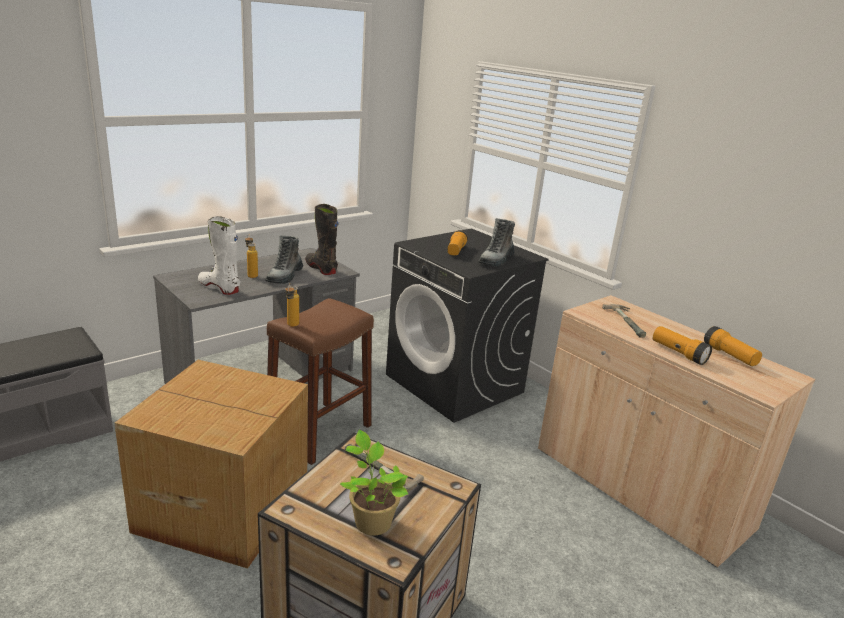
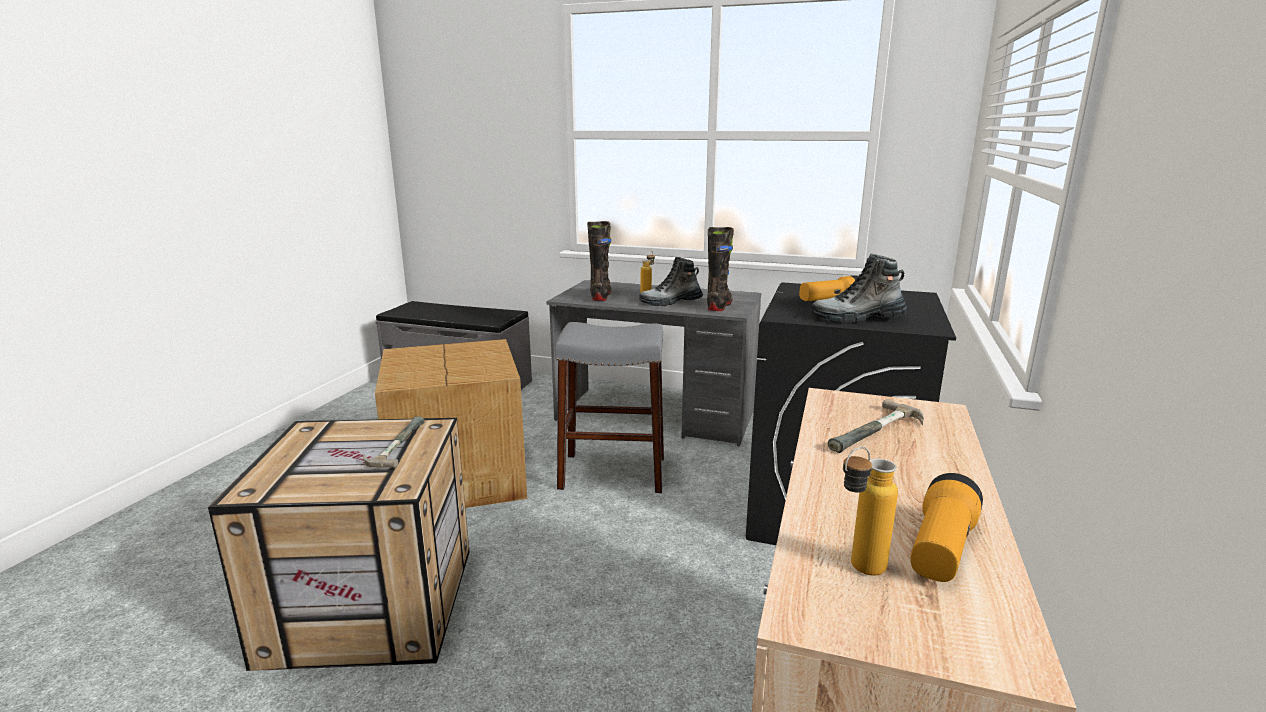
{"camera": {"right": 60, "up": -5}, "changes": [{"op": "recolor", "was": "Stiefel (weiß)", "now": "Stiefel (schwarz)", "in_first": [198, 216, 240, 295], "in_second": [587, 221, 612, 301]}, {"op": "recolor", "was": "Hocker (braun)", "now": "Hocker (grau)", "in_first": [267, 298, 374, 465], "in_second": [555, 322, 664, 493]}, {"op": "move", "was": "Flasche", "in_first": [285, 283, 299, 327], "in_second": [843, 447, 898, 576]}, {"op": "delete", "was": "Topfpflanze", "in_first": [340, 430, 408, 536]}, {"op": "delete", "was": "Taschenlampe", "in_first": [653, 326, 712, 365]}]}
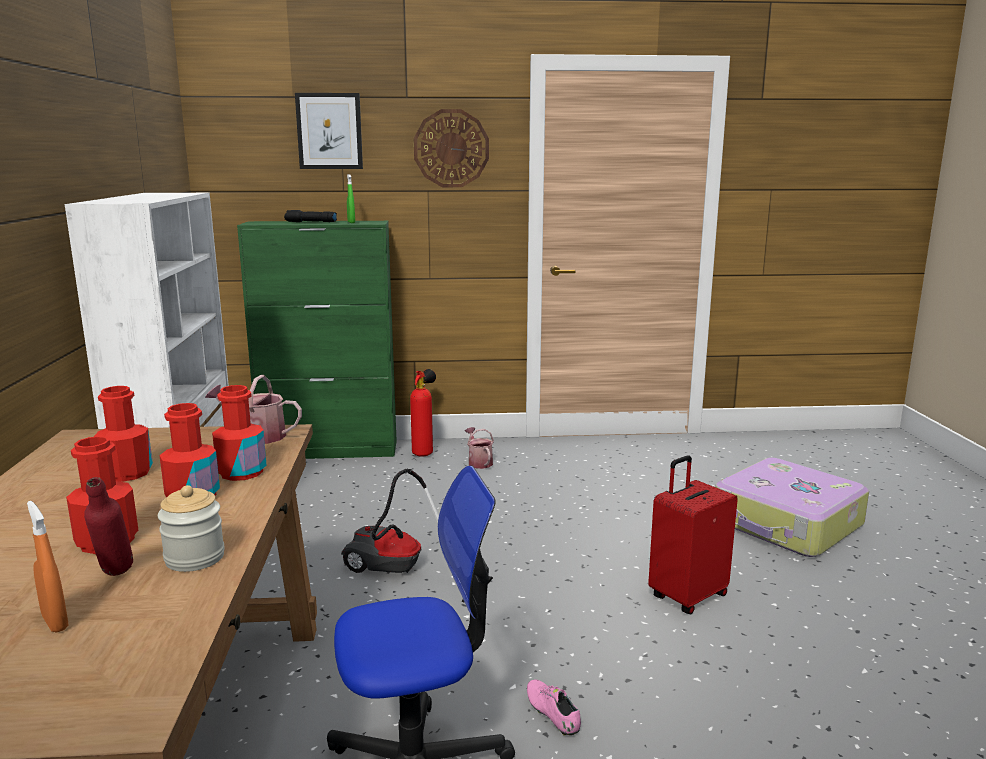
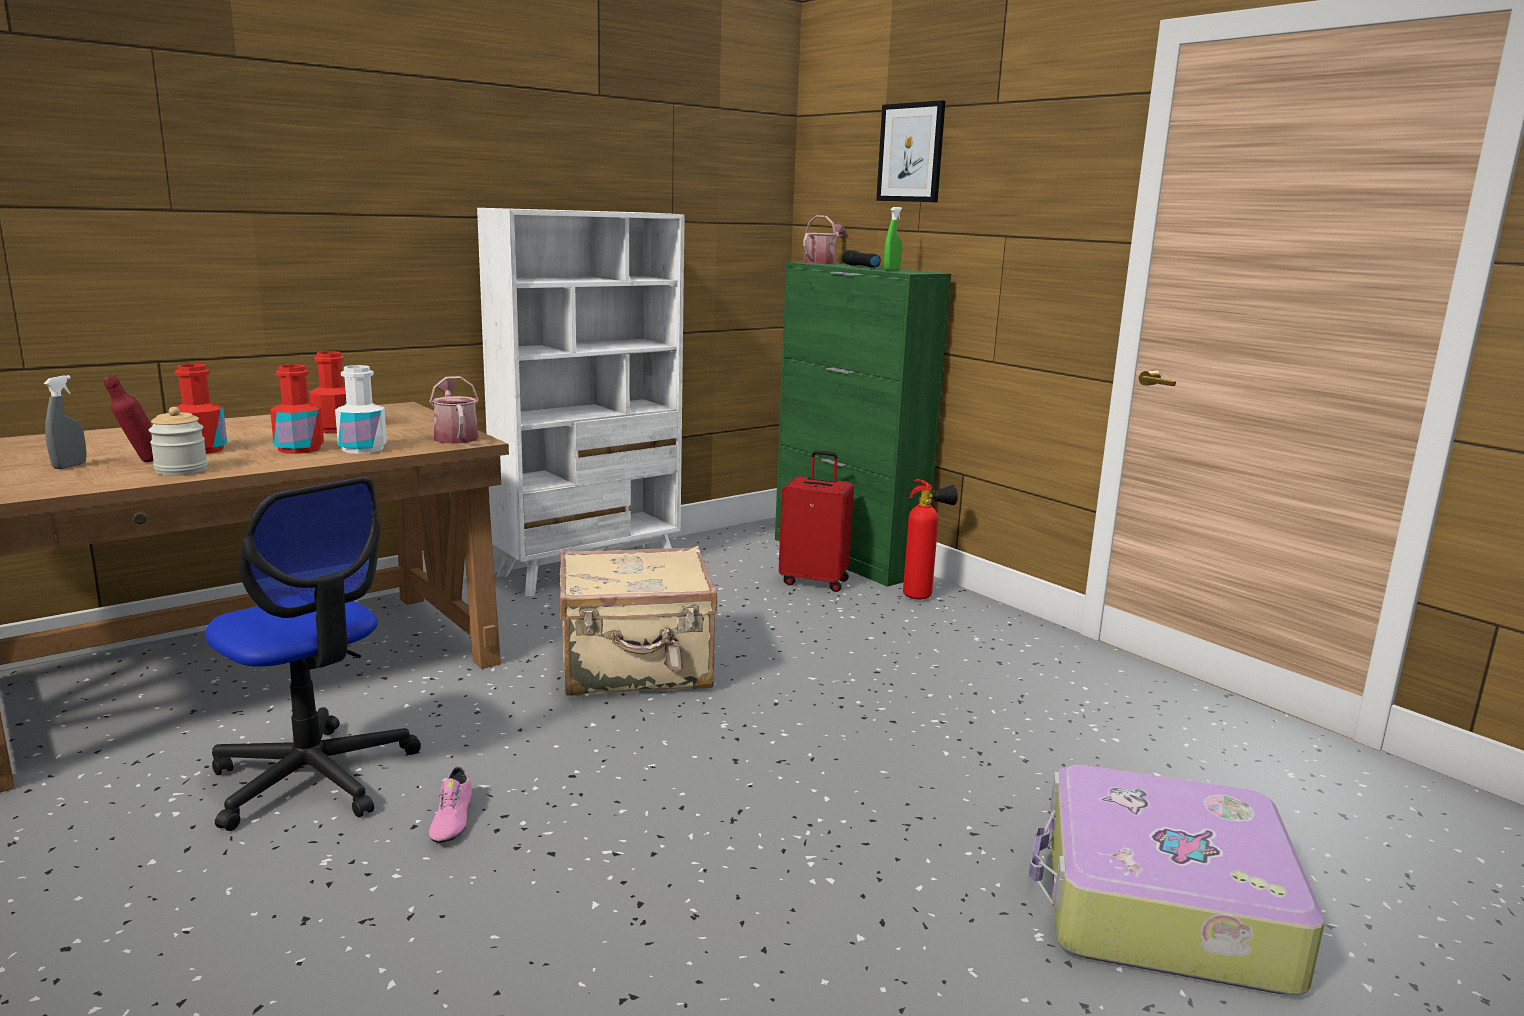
{"camera": {"right": 55, "up": 0}, "changes": [{"op": "recolor", "was": "Sprühflasche (orange)", "now": "Sprühflasche (grau)", "in_first": [27, 501, 69, 633], "in_second": [44, 375, 87, 469]}, {"op": "recolor", "was": "Flasche (rot)", "now": "Flasche (weiß)", "in_first": [212, 385, 266, 481], "in_second": [335, 365, 387, 454]}, {"op": "replace", "was": "Staubsauger", "now": "Koffer (beige)", "in_first": [341, 468, 493, 603], "in_second": [559, 546, 717, 696]}, {"op": "delete", "was": "Wanduhr", "in_first": [414, 109, 489, 187]}, {"op": "move", "was": "Gießkanne", "in_first": [465, 427, 494, 469], "in_second": [803, 215, 846, 264]}, {"op": "rotate", "was": "Schuh (rosa)", "in_first": [527, 680, 581, 736], "in_second": [429, 766, 472, 843], "clockwise": 150}, {"op": "move", "was": "Koffer (rot)", "in_first": [648, 455, 738, 614], "in_second": [779, 450, 854, 592]}]}
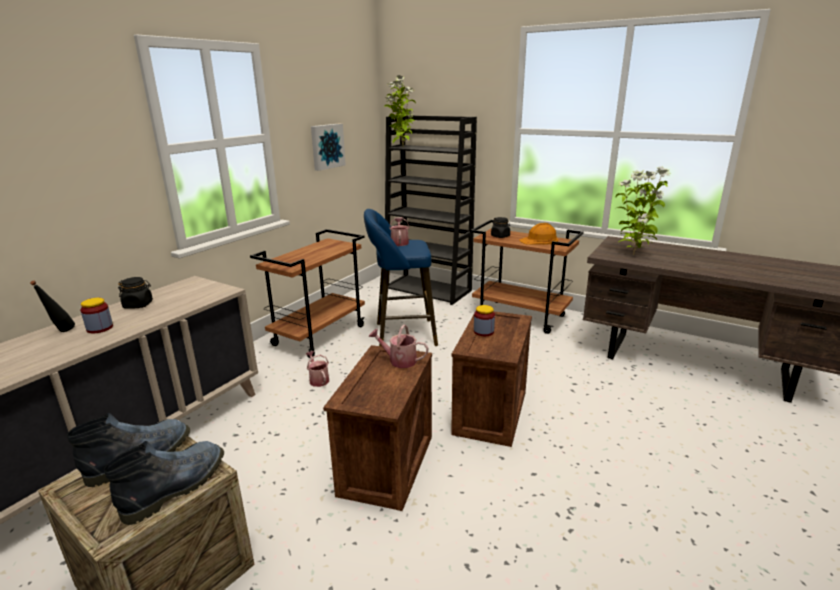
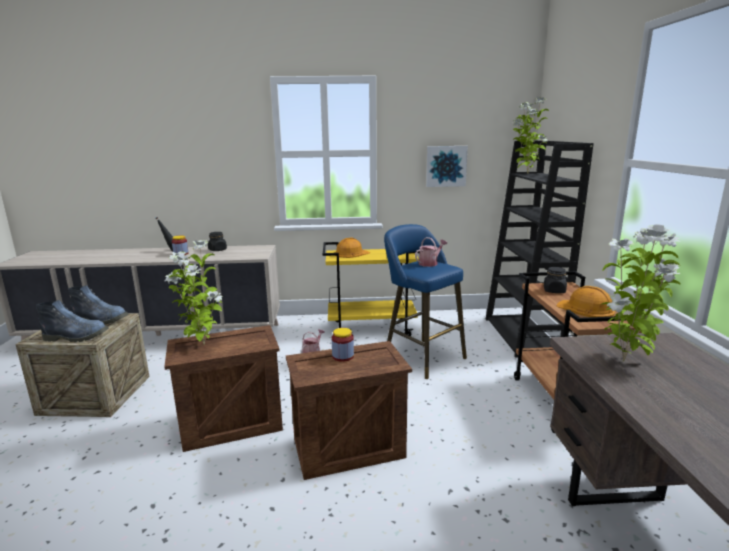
{"camera": {"right": 55, "up": -5}, "changes": [{"op": "recolor", "was": "Rollwagen (braun)", "now": "Rollwagen (gelb)", "in_first": [250, 229, 365, 358], "in_second": [323, 242, 420, 336]}, {"op": "delete", "was": "Gießkanne", "in_first": [369, 325, 429, 368]}, {"op": "insert", "now": "Topfpflanze", "in_second": [165, 240, 223, 345]}, {"op": "insert", "now": "Schutzhelm (orange)", "in_second": [335, 237, 370, 258]}]}
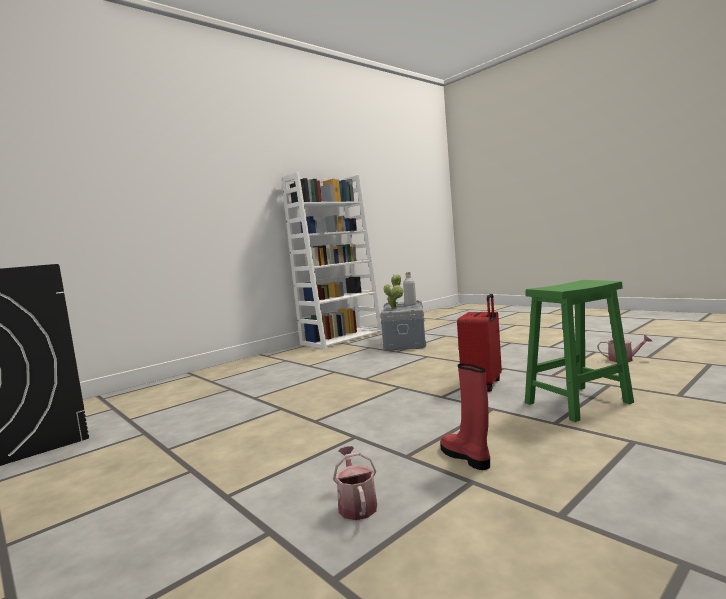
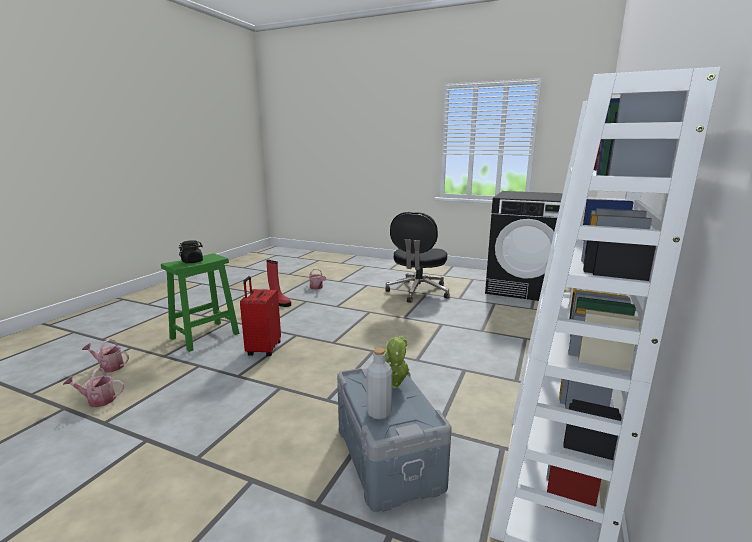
{"camera": {"right": 155, "up": 10}, "changes": [{"op": "insert", "now": "Gießkanne", "in_second": [82, 339, 129, 373]}, {"op": "insert", "now": "Vorratsglas (schwarz)", "in_second": [179, 240, 203, 263]}, {"op": "insert", "now": "Bürostuhl (schwarz)", "in_second": [385, 212, 450, 303]}]}
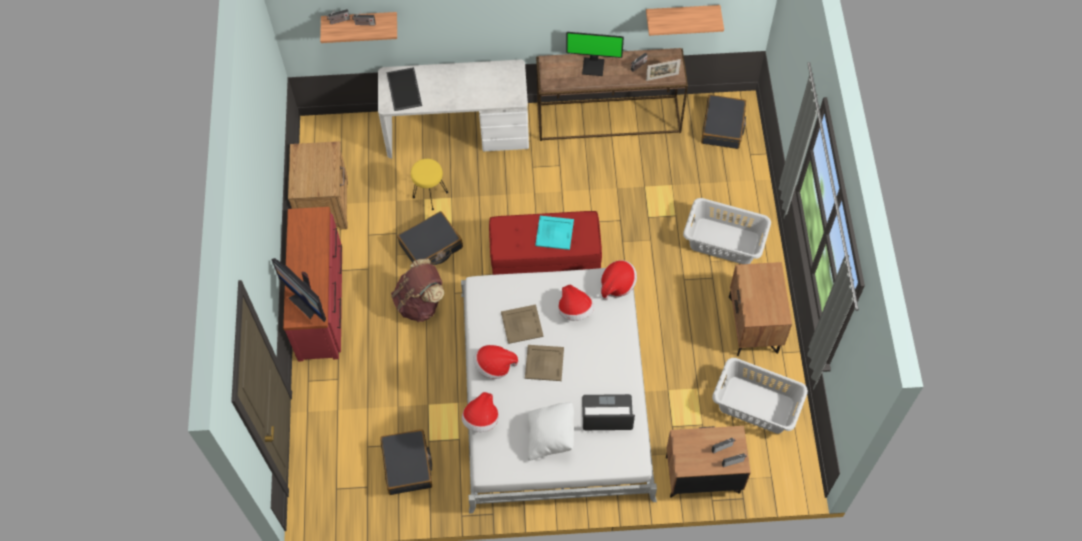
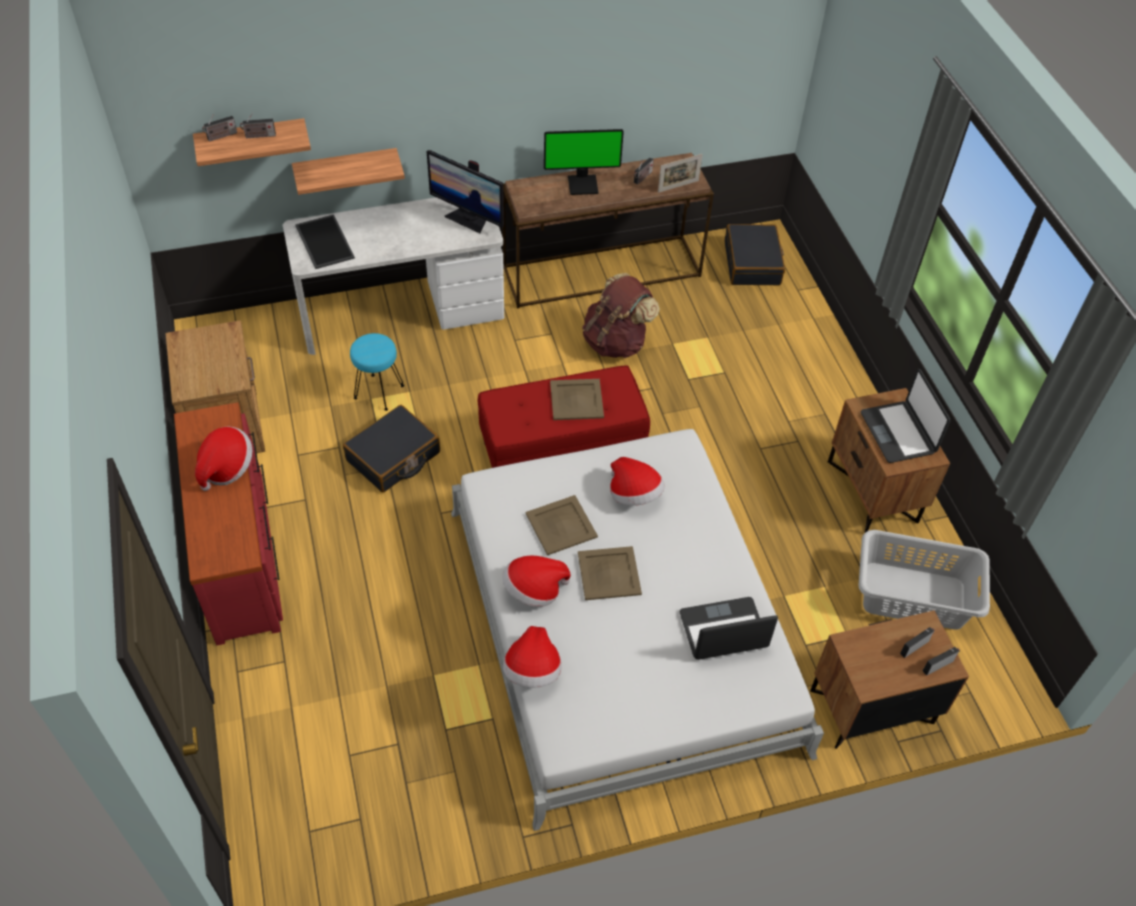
{"camera": {"right": -15, "up": -10}, "changes": [{"op": "move", "was": "Monitor", "in_first": [271, 258, 326, 322], "in_second": [427, 150, 504, 233]}, {"op": "delete", "was": "Koffer (schwarz)", "in_first": [380, 429, 432, 495]}, {"op": "move", "was": "Rucksack (braun)", "in_first": [391, 258, 444, 322], "in_second": [582, 273, 660, 358]}, {"op": "recolor", "was": "Hocker (gelb)", "now": "Hocker (türkis)", "in_first": [411, 159, 448, 210], "in_second": [350, 333, 404, 411]}, {"op": "delete", "was": "Kissen (weiß)", "in_first": [528, 403, 574, 460]}, {"op": "recolor", "was": "Tablett (türkis)", "now": "Tablett (beige)", "in_first": [535, 216, 574, 250], "in_second": [550, 379, 604, 420]}, {"op": "move", "was": "Hut", "in_first": [601, 260, 637, 300], "in_second": [195, 426, 252, 491]}, {"op": "move", "was": "Wandregal", "in_first": [646, 5, 724, 36], "in_second": [292, 148, 405, 195]}, {"op": "delete", "was": "Wäschekorb (grau)", "in_first": [683, 198, 771, 264]}, {"op": "insert", "now": "Laptop", "in_second": [861, 369, 950, 463]}]}
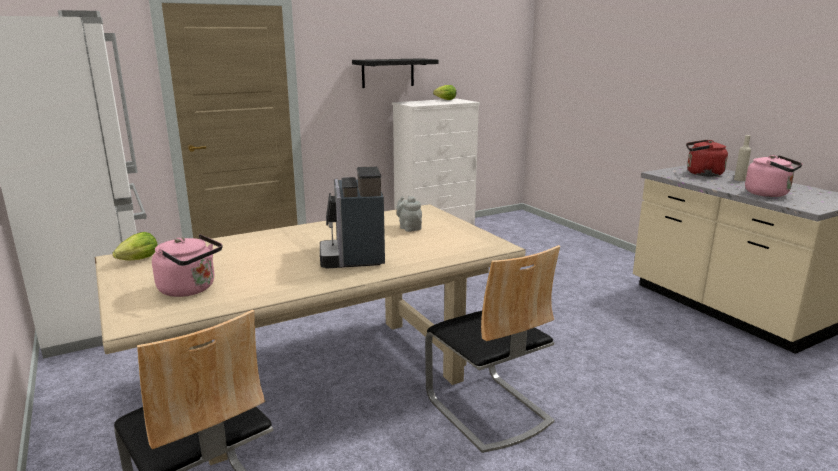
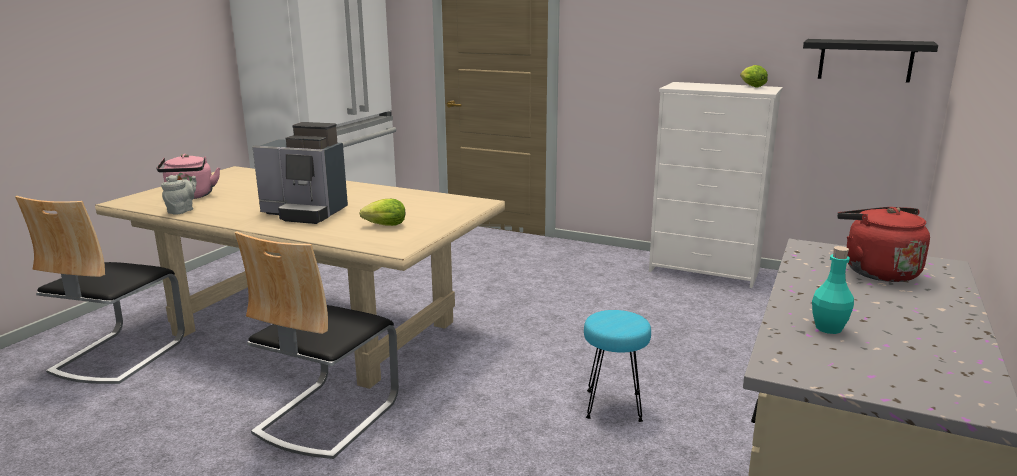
{"camera": {"right": 55, "up": 0}, "changes": [{"op": "move", "was": "Salatkopf", "in_first": [112, 232, 158, 260], "in_second": [359, 199, 405, 226]}, {"op": "rotate", "was": "Kaffeemaschine", "in_first": [320, 166, 385, 269], "in_second": [252, 122, 348, 224], "clockwise": -120}, {"op": "move", "was": "Wandregal (schwarz)", "in_first": [352, 58, 439, 88], "in_second": [803, 39, 938, 83]}, {"op": "move", "was": "Teekanne (grau)", "in_first": [396, 196, 422, 232], "in_second": [161, 175, 197, 215]}, {"op": "delete", "was": "Flasche (beige)", "in_first": [734, 135, 751, 181]}, {"op": "replace", "was": "Wasserkessel (rosa)", "now": "Flasche (türkis)", "in_first": [745, 155, 803, 197], "in_second": [812, 246, 854, 334]}, {"op": "insert", "now": "Hocker (türkis)", "in_second": [584, 310, 651, 422]}]}
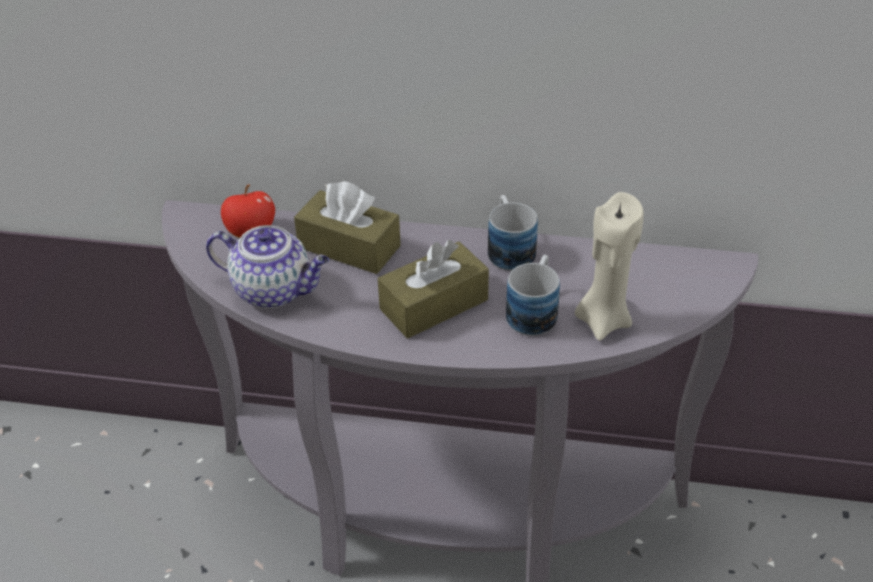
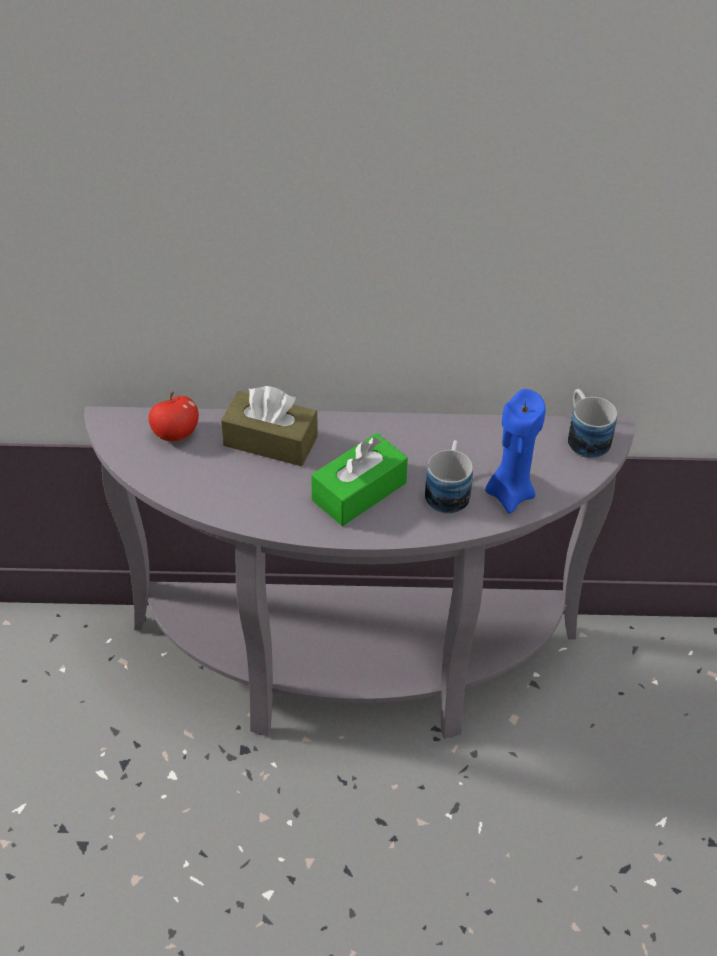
{"camera": {"right": -10, "up": 5}, "changes": [{"op": "delete", "was": "Teekanne", "in_first": [206, 225, 329, 308]}, {"op": "recolor", "was": "Taschentuchbox (braun)", "now": "Taschentuchbox (grün)", "in_first": [378, 240, 489, 338], "in_second": [311, 433, 408, 526]}, {"op": "move", "was": "Henkelbecher", "in_first": [488, 195, 538, 271], "in_second": [568, 389, 617, 458]}, {"op": "recolor", "was": "Kerze (beige)", "now": "Kerze (blau)", "in_first": [575, 192, 644, 341], "in_second": [485, 389, 546, 514]}]}
